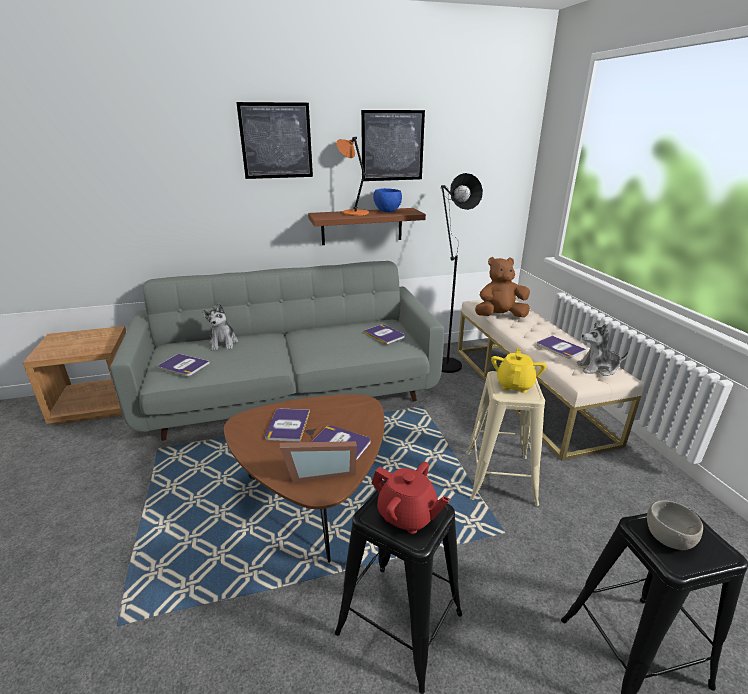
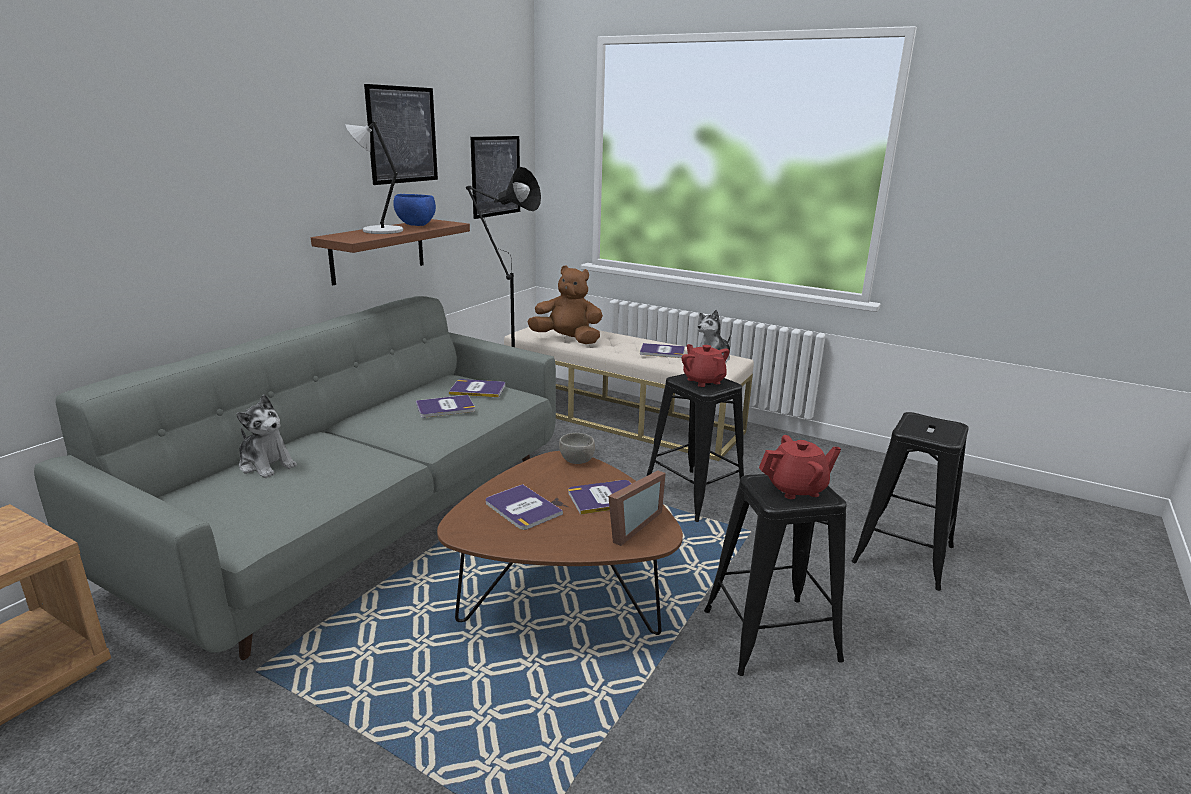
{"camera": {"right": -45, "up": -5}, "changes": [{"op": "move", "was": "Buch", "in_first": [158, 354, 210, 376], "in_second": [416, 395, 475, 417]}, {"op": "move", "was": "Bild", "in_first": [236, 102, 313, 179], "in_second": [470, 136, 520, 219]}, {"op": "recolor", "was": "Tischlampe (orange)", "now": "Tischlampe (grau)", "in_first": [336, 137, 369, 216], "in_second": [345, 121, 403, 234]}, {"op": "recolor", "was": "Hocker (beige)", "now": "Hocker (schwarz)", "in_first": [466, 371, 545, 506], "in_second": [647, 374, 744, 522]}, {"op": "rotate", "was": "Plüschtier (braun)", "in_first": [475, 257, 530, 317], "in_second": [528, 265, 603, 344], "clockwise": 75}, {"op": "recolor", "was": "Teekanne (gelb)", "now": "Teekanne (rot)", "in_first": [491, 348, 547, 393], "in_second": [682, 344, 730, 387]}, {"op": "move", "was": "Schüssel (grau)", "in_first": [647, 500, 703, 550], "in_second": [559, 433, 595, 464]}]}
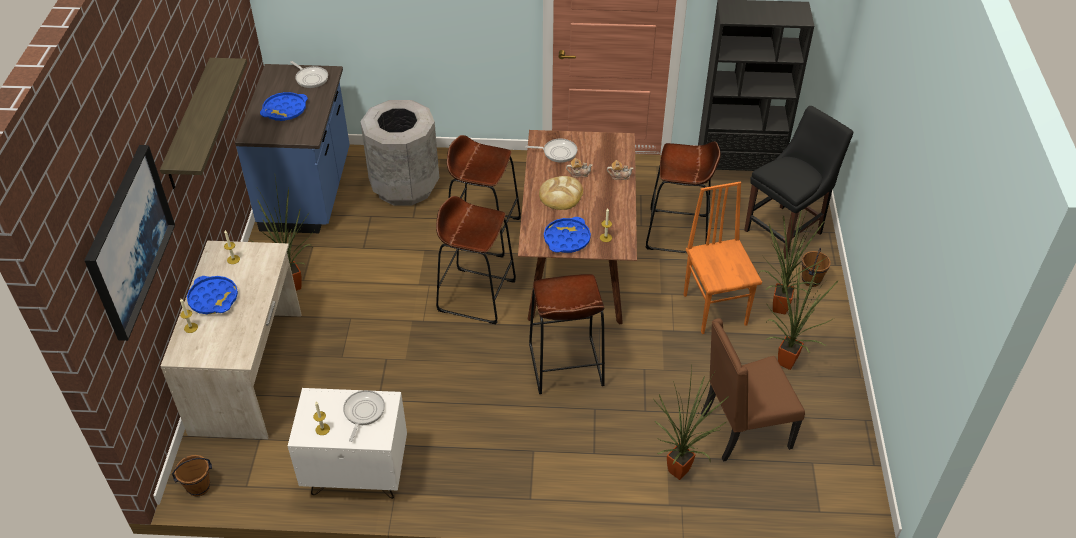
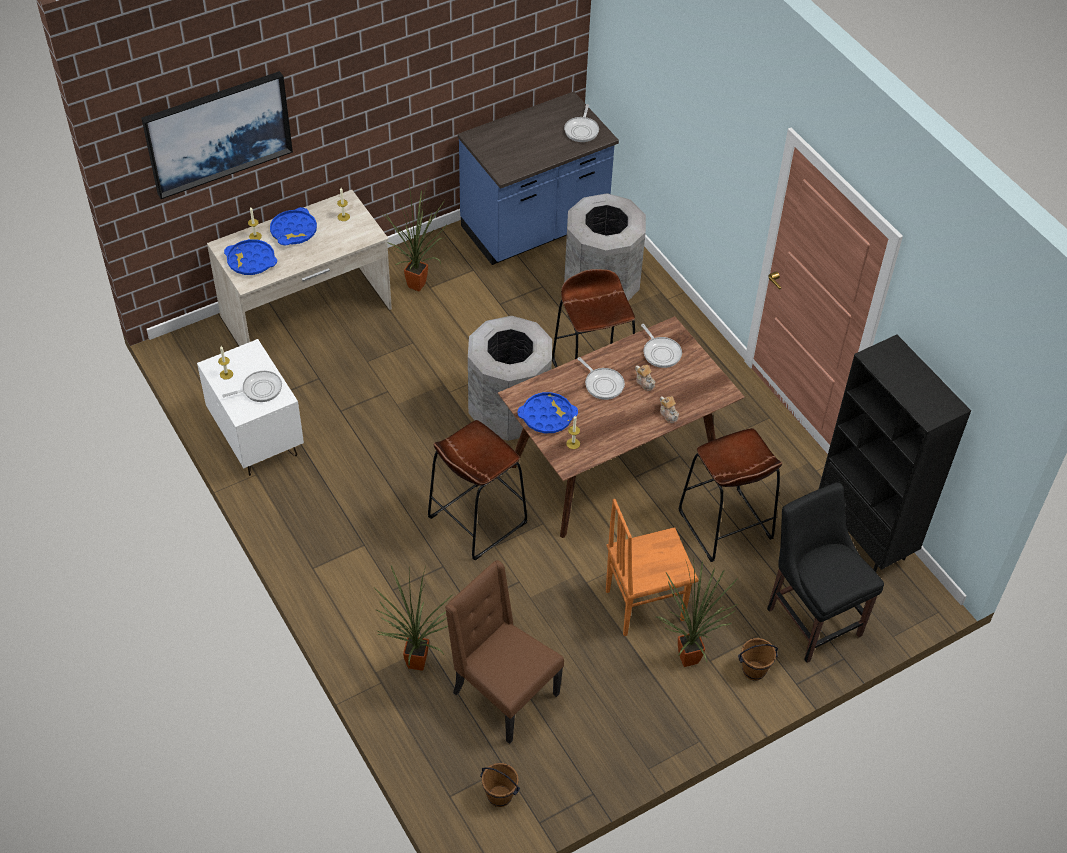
{"camera": {"right": 55, "up": 5}, "changes": [{"op": "delete", "was": "Wandregal", "in_first": [160, 58, 247, 189]}, {"op": "move", "was": "Eimer (braun)", "in_first": [172, 455, 212, 496], "in_second": [480, 763, 520, 807]}, {"op": "move", "was": "Tablett (blau)", "in_first": [260, 92, 308, 121], "in_second": [224, 239, 277, 275]}, {"op": "replace", "was": "Hocker (braun)", "now": "Mülleimer (grau)", "in_first": [436, 196, 516, 325], "in_second": [468, 316, 552, 441]}, {"op": "replace", "was": "Brot", "now": "Pfanne", "in_first": [539, 176, 583, 210], "in_second": [578, 357, 625, 400]}, {"op": "rotate", "was": "Stuhl (orange)", "in_first": [684, 182, 762, 334], "in_second": [606, 499, 699, 636], "clockwise": -150}, {"op": "rotate", "was": "Stuhl (schwarz)", "in_first": [744, 106, 853, 259], "in_second": [767, 482, 884, 663], "clockwise": -135}, {"op": "delete", "was": "Topfpflanze", "in_first": [766, 264, 839, 370]}]}
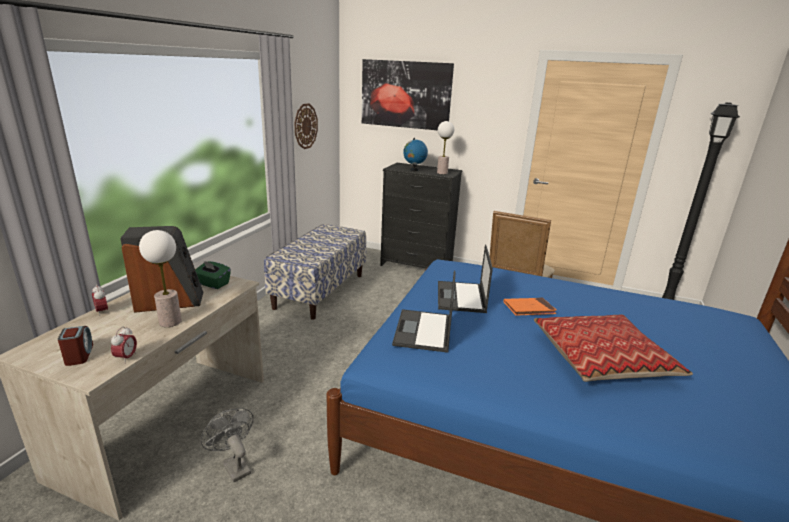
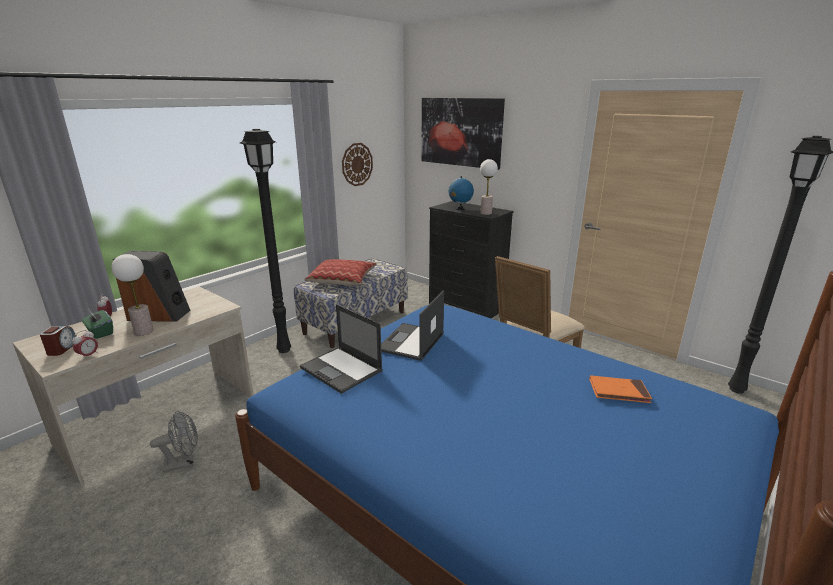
{"camera": {"right": 20, "up": 0}, "changes": [{"op": "move", "was": "Taschentuchbox (grün)", "in_first": [195, 261, 231, 289], "in_second": [82, 310, 113, 339]}, {"op": "rotate", "was": "Ventilator (grau)", "in_first": [200, 408, 253, 482], "in_second": [150, 411, 198, 473], "clockwise": 90}, {"op": "rotate", "was": "Laptop", "in_first": [392, 271, 456, 353], "in_second": [300, 304, 383, 394], "clockwise": -75}, {"op": "move", "was": "Buch (orange)", "in_first": [503, 297, 557, 316], "in_second": [589, 375, 652, 403]}, {"op": "move", "was": "Kissen", "in_first": [534, 315, 693, 382], "in_second": [304, 259, 376, 285]}, {"op": "insert", "now": "Stehlampe (schwarz)", "in_second": [240, 129, 291, 353]}]}
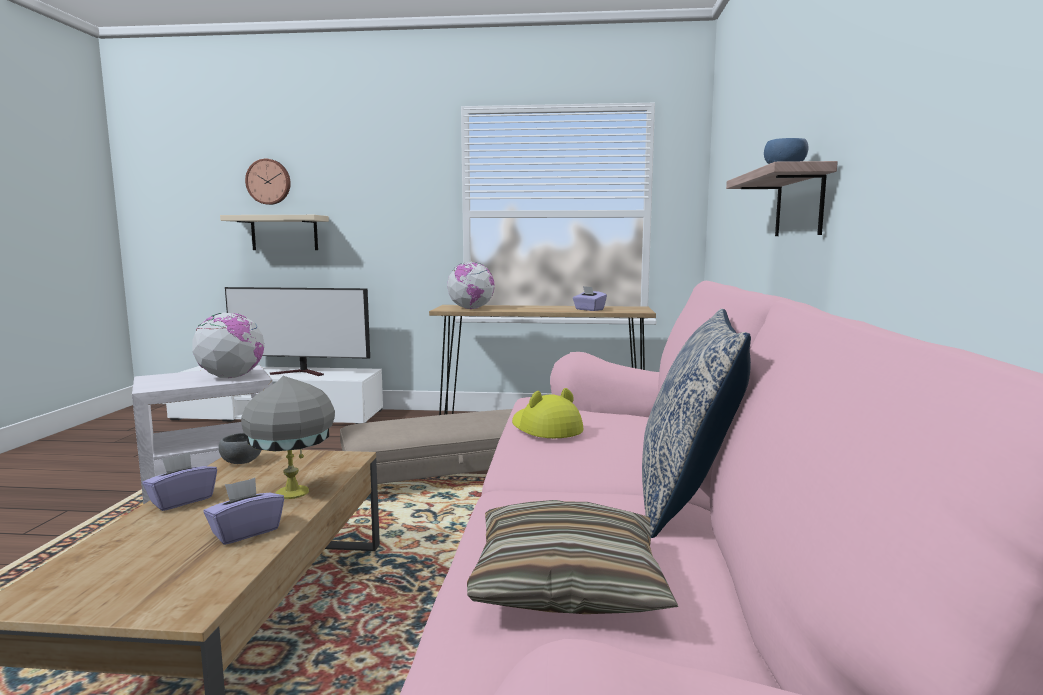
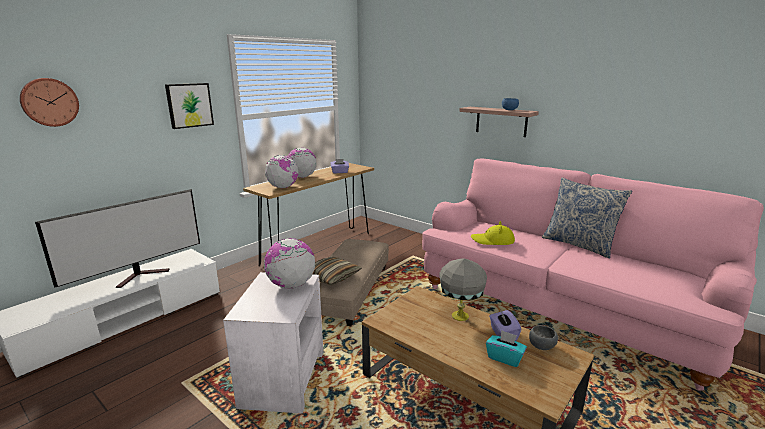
{"camera": {"right": -55, "up": 10}, "changes": [{"op": "delete", "was": "Taschentuchbox (lila)", "in_first": [142, 452, 217, 511]}, {"op": "move", "was": "Schüssel (grau)", "in_first": [219, 433, 262, 464], "in_second": [529, 325, 558, 350]}, {"op": "delete", "was": "Wandregal (beige)", "in_first": [220, 215, 329, 250]}, {"op": "move", "was": "Kissen", "in_first": [467, 500, 679, 614], "in_second": [313, 257, 362, 285]}, {"op": "insert", "now": "Bild", "in_second": [165, 83, 214, 129]}, {"op": "insert", "now": "Globus", "in_second": [288, 148, 316, 178]}, {"op": "insert", "now": "Taschentuchbox (türkis)", "in_second": [486, 330, 527, 367]}]}
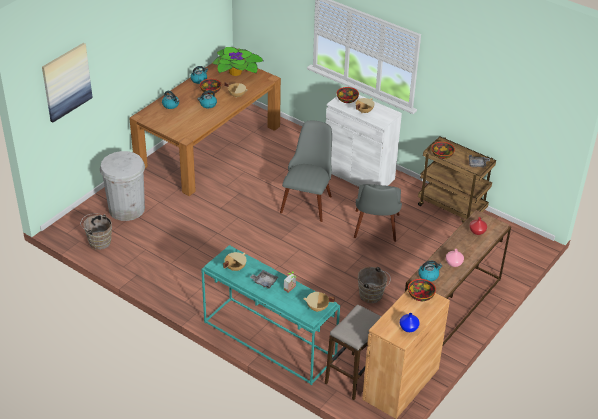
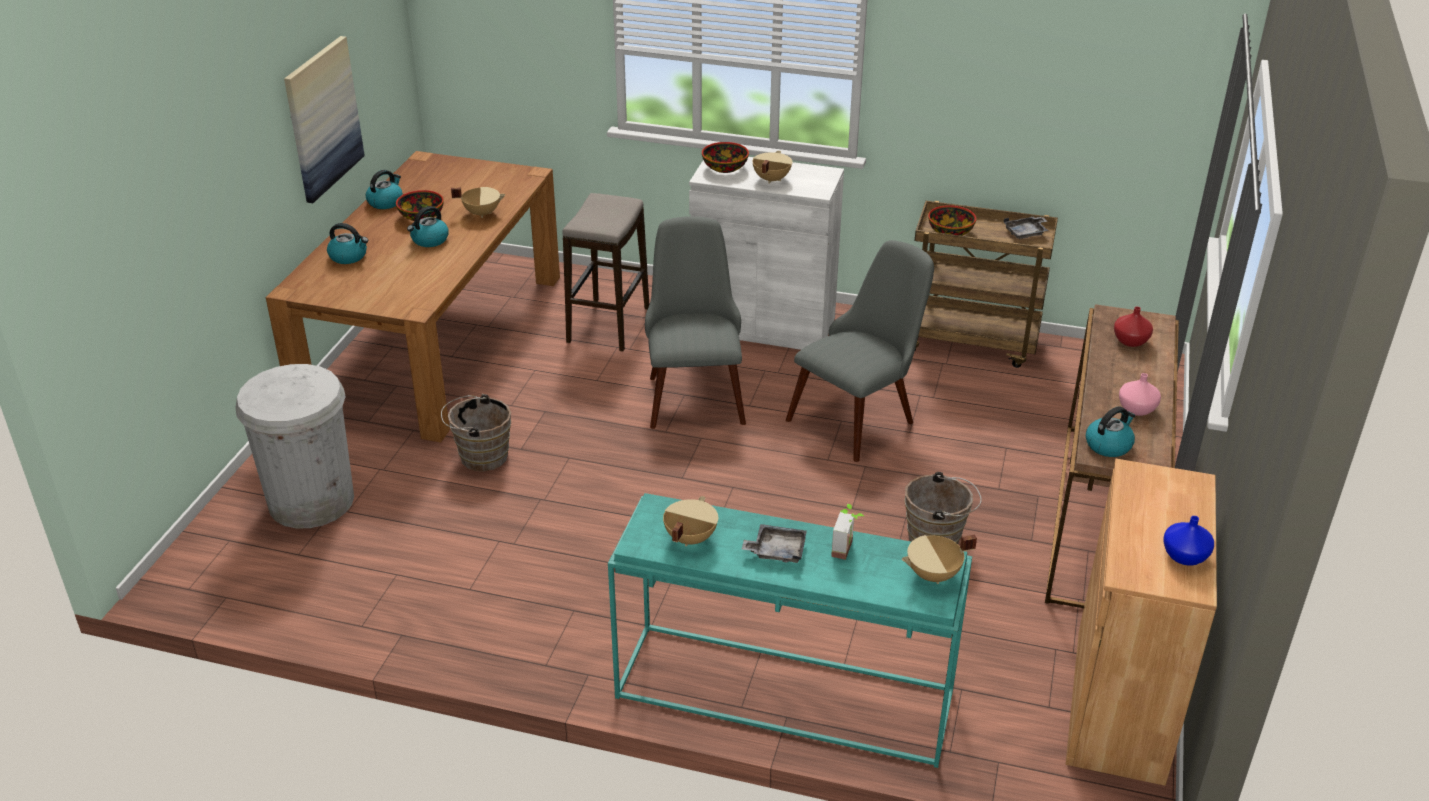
{"camera": {"right": -20, "up": -5}, "changes": [{"op": "move", "was": "Bild", "in_first": [42, 43, 93, 122], "in_second": [284, 36, 365, 203]}, {"op": "move", "was": "Eimer (braun)", "in_first": [80, 213, 112, 250], "in_second": [441, 394, 511, 471]}, {"op": "delete", "was": "Topfpflanze", "in_first": [212, 47, 263, 76]}, {"op": "move", "was": "Hocker", "in_first": [325, 304, 381, 400], "in_second": [562, 193, 649, 351]}, {"op": "rotate", "was": "Stuhl (grau)", "in_first": [354, 184, 402, 242], "in_second": [786, 240, 934, 462], "clockwise": -120}, {"op": "delete", "was": "Schüssel", "in_first": [408, 279, 436, 301]}]}
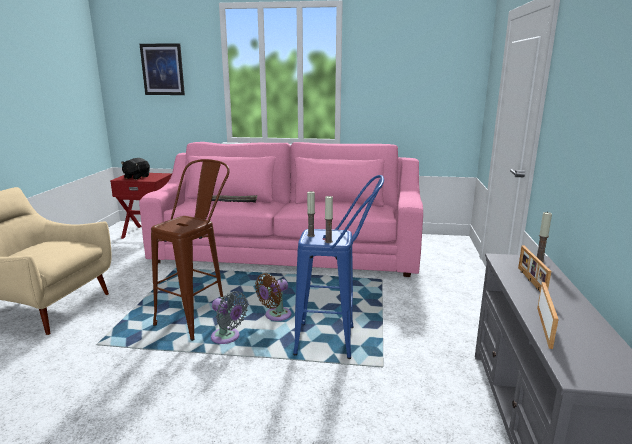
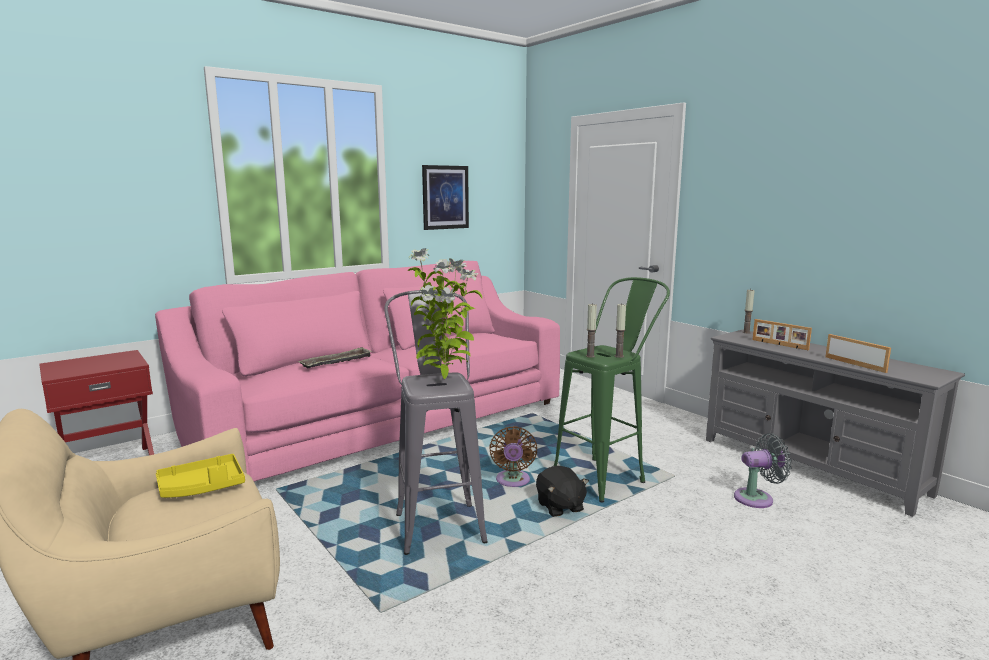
{"camera": {"right": -45, "up": -5}, "changes": [{"op": "move", "was": "Plüschtier (schwarz)", "in_first": [121, 158, 150, 180], "in_second": [536, 466, 589, 517]}, {"op": "move", "was": "Bild", "in_first": [140, 43, 185, 95], "in_second": [422, 165, 469, 230]}, {"op": "recolor", "was": "Hocker (braun)", "now": "Hocker (grau)", "in_first": [151, 159, 230, 341], "in_second": [384, 290, 488, 555]}, {"op": "move", "was": "Ventilator (grau)", "in_first": [211, 291, 248, 344], "in_second": [734, 433, 792, 508]}, {"op": "recolor", "was": "Hocker (blau)", "now": "Hocker (grün)", "in_first": [293, 175, 384, 359], "in_second": [554, 277, 670, 502]}, {"op": "insert", "now": "Tablett (gelb)", "in_second": [156, 454, 245, 498]}, {"op": "insert", "now": "Topfpflanze", "in_second": [408, 248, 482, 380]}]}
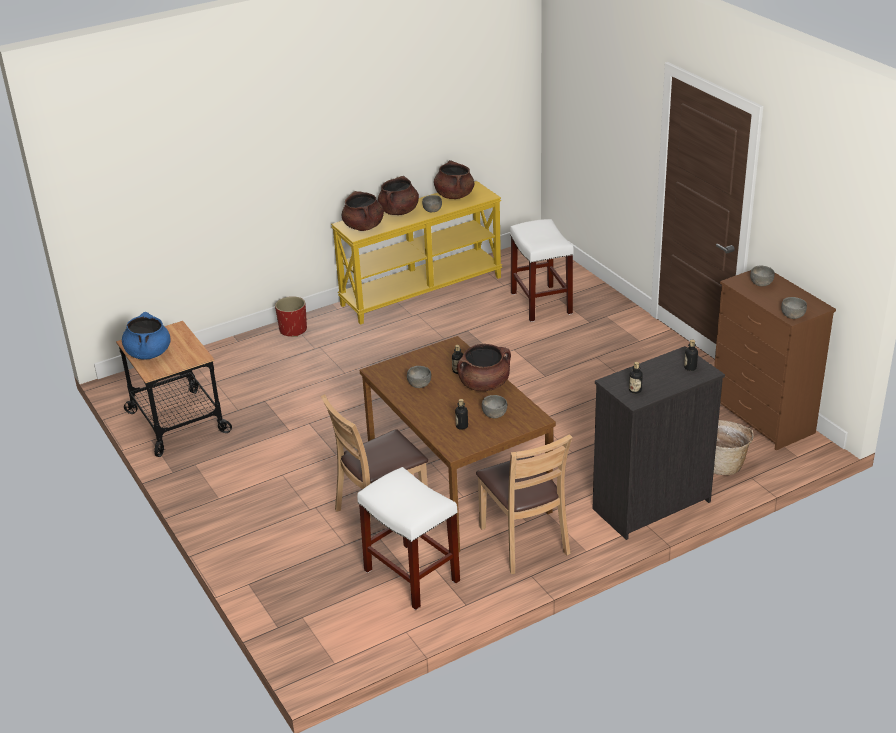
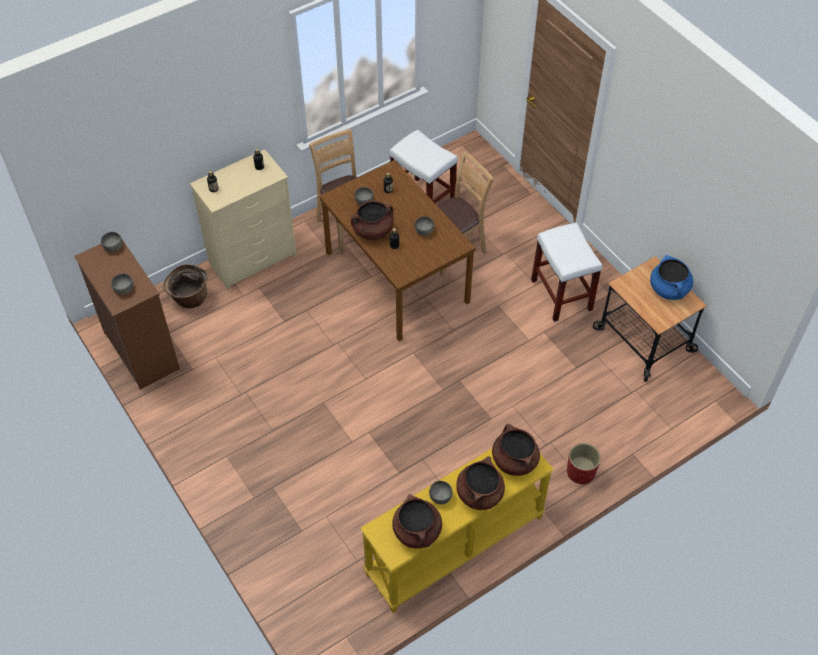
{"camera": {"right": 175, "up": 20}, "changes": [{"op": "move", "was": "Hocker (weiß)", "in_first": [510, 219, 574, 322], "in_second": [531, 223, 602, 322]}, {"op": "recolor", "was": "Kommode (schwarz)", "now": "Kommode (beige)", "in_first": [592, 346, 725, 540], "in_second": [190, 149, 297, 290]}]}
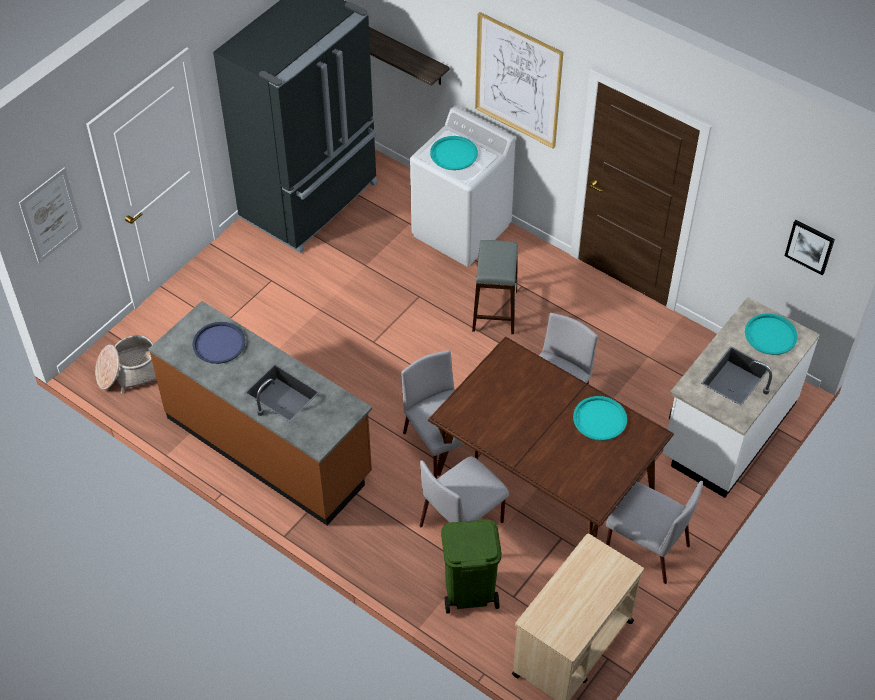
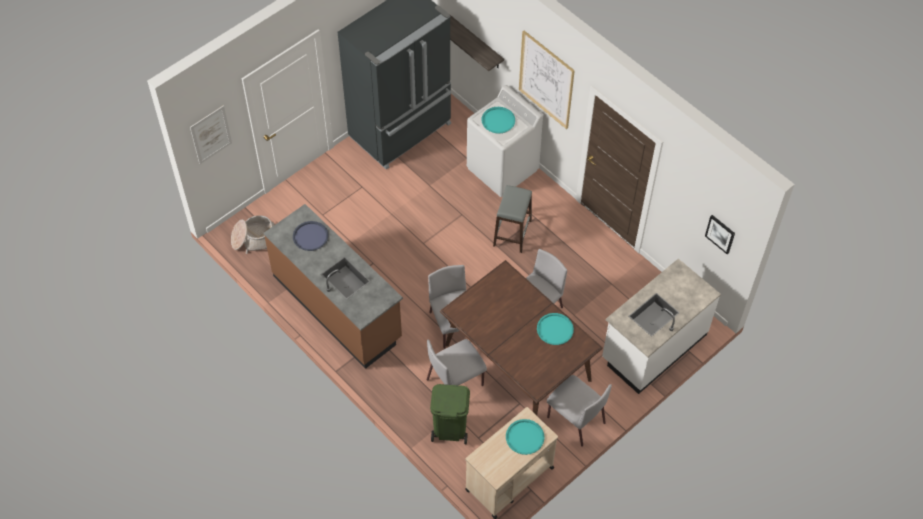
{"camera": {"right": 10, "up": 5}, "changes": [{"op": "move", "was": "Tablett (türkis)", "in_first": [745, 313, 798, 355], "in_second": [506, 419, 544, 455]}]}
